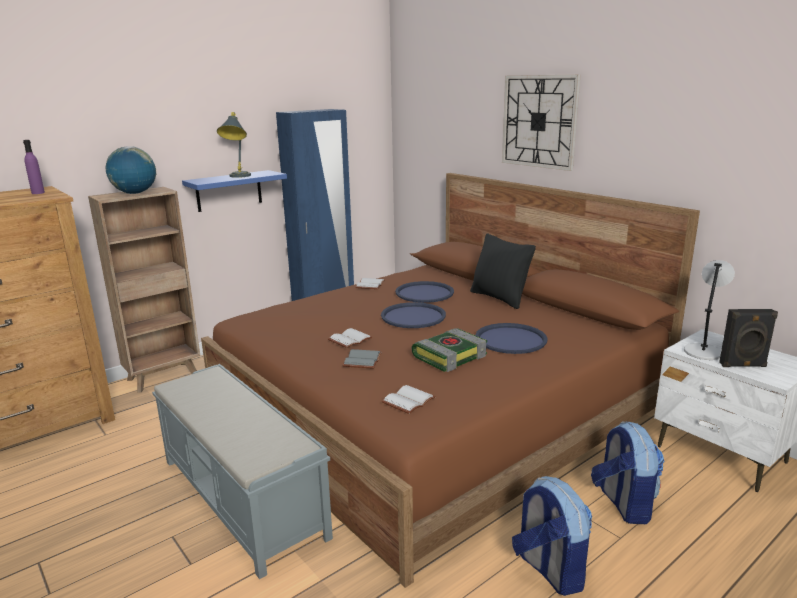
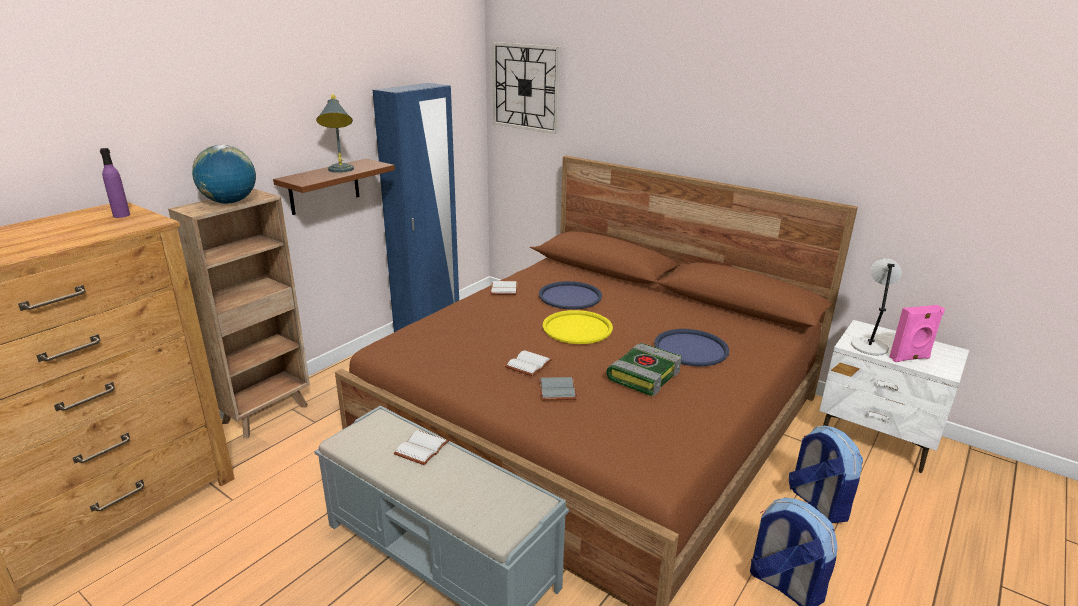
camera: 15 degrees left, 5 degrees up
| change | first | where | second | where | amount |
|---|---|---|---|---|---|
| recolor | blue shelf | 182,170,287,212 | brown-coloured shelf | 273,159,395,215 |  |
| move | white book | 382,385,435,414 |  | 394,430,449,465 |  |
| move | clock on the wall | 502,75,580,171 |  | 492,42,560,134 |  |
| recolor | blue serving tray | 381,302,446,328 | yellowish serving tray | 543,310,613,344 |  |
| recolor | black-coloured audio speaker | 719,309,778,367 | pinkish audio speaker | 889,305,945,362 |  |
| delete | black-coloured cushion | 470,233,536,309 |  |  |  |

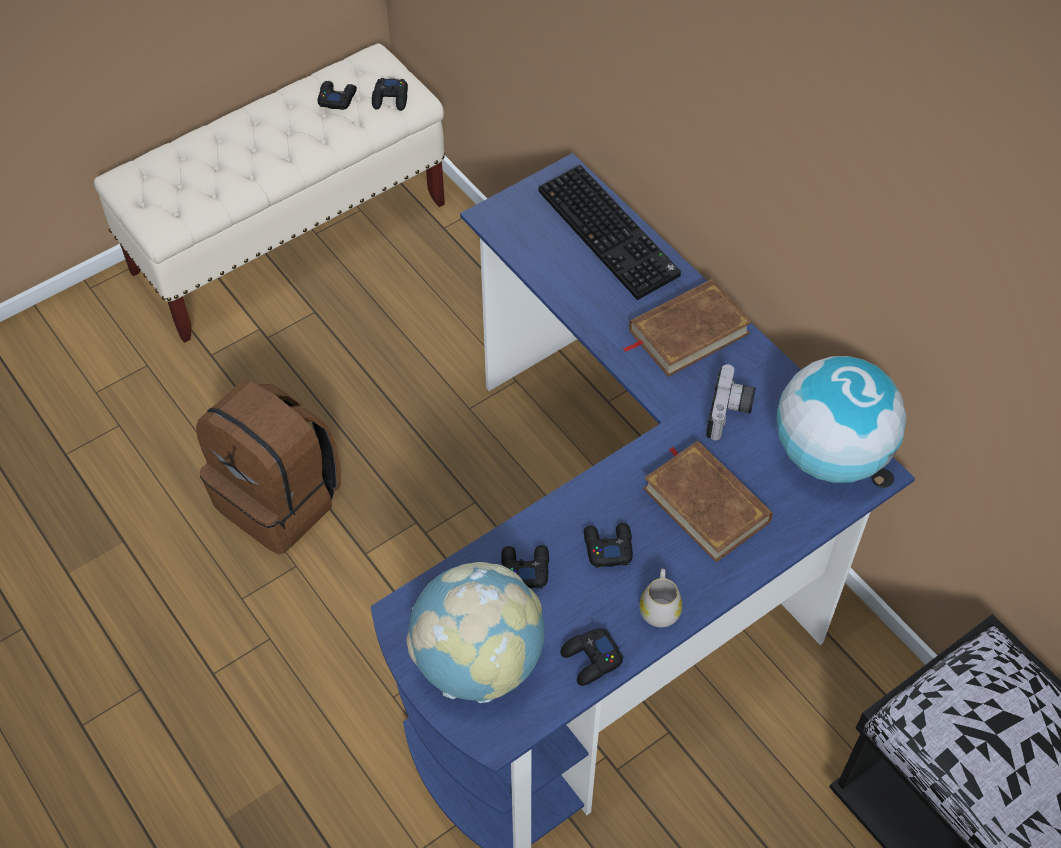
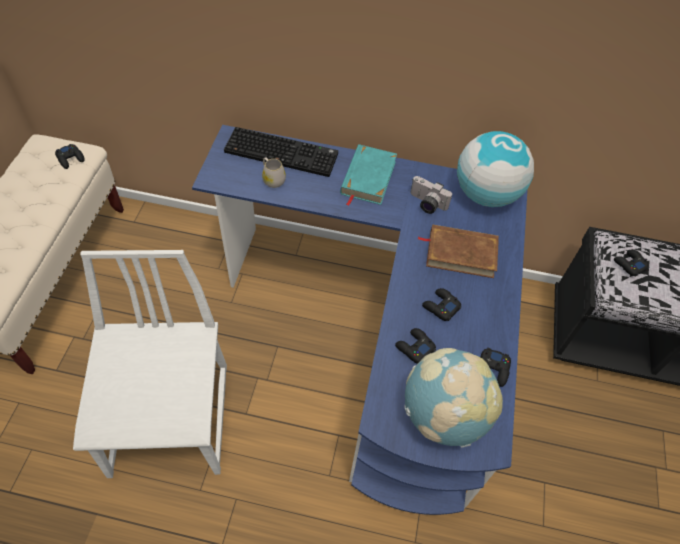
camera: 45 degrees left, 0 degrees up
| change | first | where | second | where | amount |
|---|---|---|---|---|---|
| replace | brown-coloured knapsack | 196,380,341,554 | white chair | 73,250,227,478 |  |
| move | white coffee mug | 639,569,682,627 |  | 262,157,286,188 |  |
| recolor | brown-coloured book | 622,279,752,377 | blue-green book | 340,144,397,206 |  |
| rotate | still camera | 706,364,756,440 |  | 410,176,452,214 | 150 degrees clockwise |
| move | black-coloured joypad | 318,81,357,110 |  | 614,250,650,277 |  |

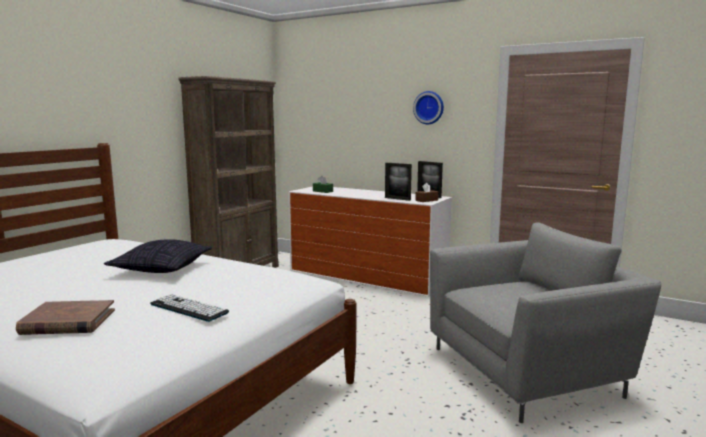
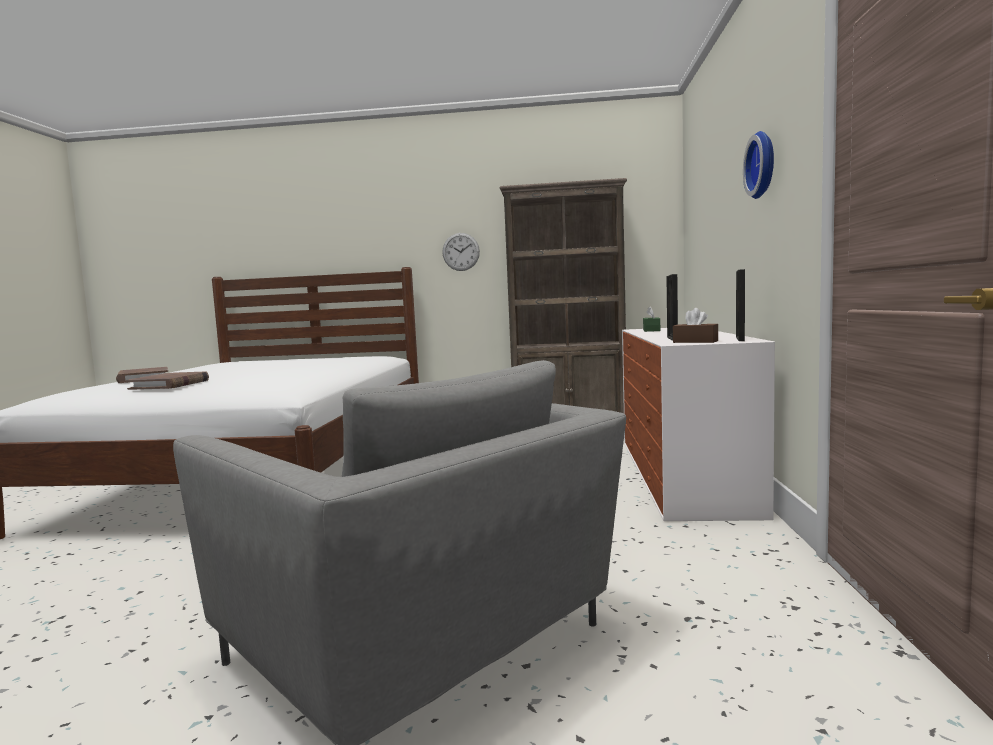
camera: 65 degrees right, 5 degrees down
| change | first | where | second | where | amount |
|---|---|---|---|---|---|
| replace | keyboard | 150,294,229,322 | brown-coloured book | 126,371,209,390 |  |
| insert |  |  | clock on the wall | 442,233,480,271 |  |
| delete | cushion | 104,239,212,273 |  |  |  |

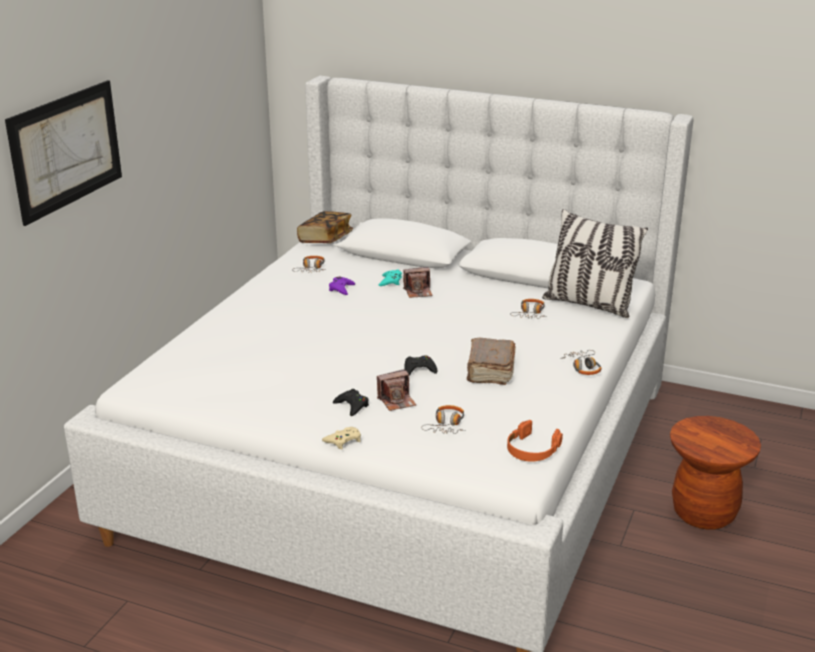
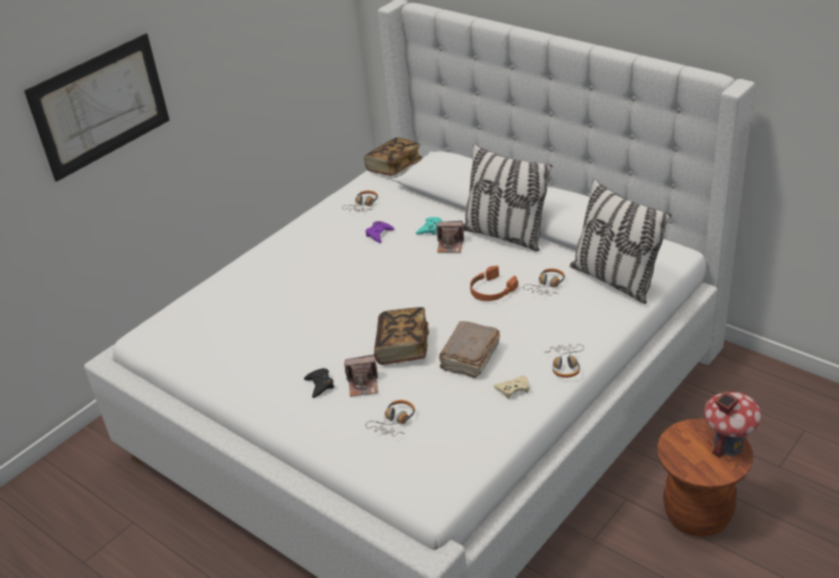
camera: 20 degrees right, 10 degrees up
| change | first | where | second | where | amount |
|---|---|---|---|---|---|
| replace | black-coloured joypad | 404,356,438,376 | book | 374,307,429,365 |  |
| insert |  |  | cushion | 463,144,552,252 |  |
| move | orange-coloured headphones | 507,420,563,462 |  | 470,265,518,301 |  |
| move | beige joypad | 322,427,361,450 |  | 494,376,529,399 |  |
| insert |  |  | miniature house | 704,391,761,458 |  |

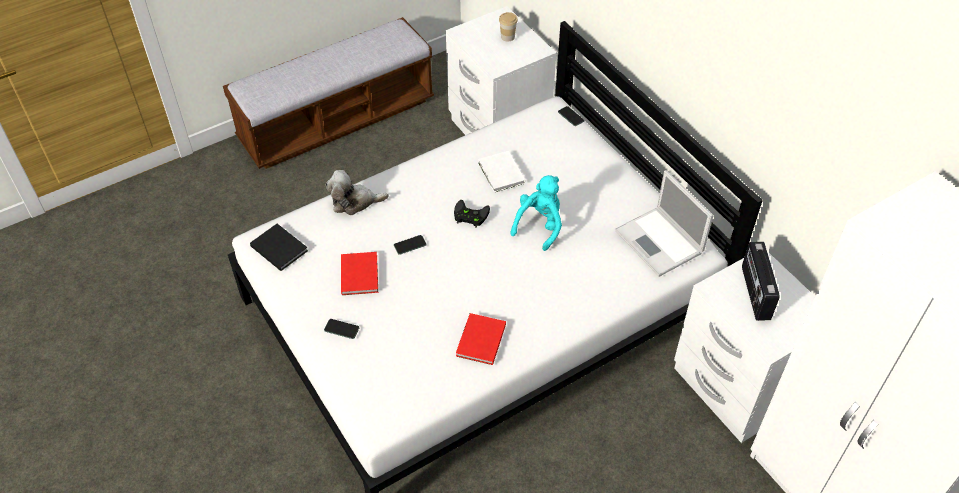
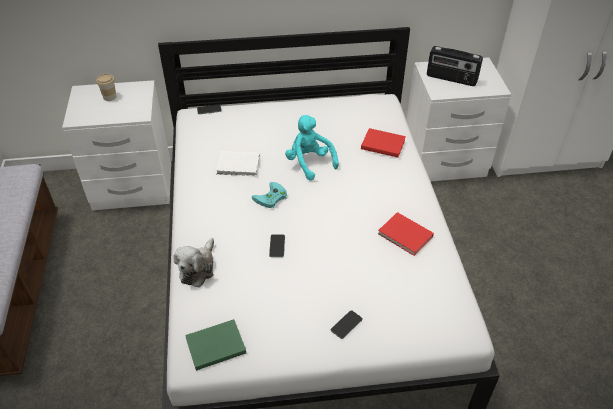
camera: 65 degrees left, 5 degrees down
| change | first | where | second | where | amount |
|---|---|---|---|---|---|
| recolor | black-coloured book | 250,224,308,271 | greenish book | 185,319,246,371 |  |
| recolor | black-coloured joypad | 454,200,490,228 | blue-green joypad | 252,182,287,208 |  |
| move | reddish book | 341,252,378,295 |  | 361,128,406,158 |  |
| delete | portable computer | 615,170,714,277 |  |  |  |

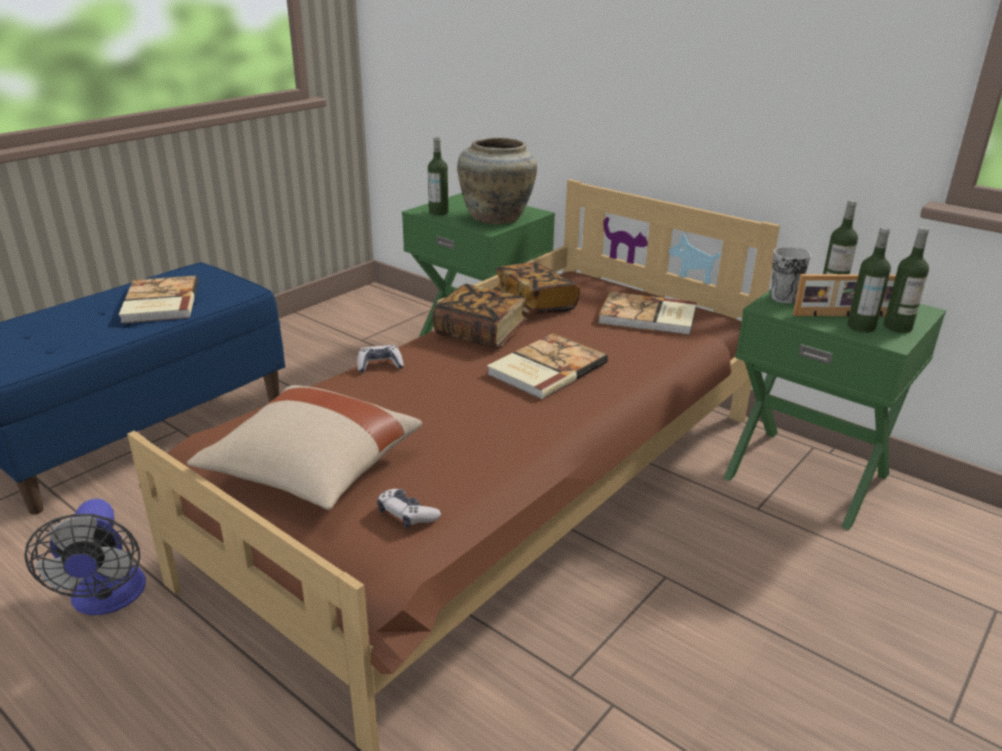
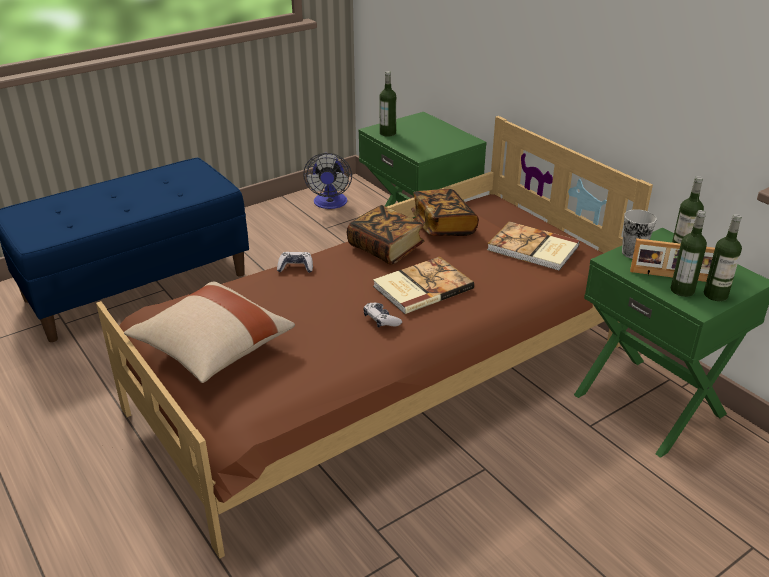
camera: 15 degrees right, 5 degrees up
| change | first | where | second | where | amount |
|---|---|---|---|---|---|
| move | fan | 24,499,146,615 |  | 303,153,352,209 |  |
| move | joypad | 377,489,441,528 |  | 363,303,402,328 |  |
| delete | book | 119,276,198,324 |  |  |  |
| delete | beige flower vase | 457,138,537,224 |  |  |  |

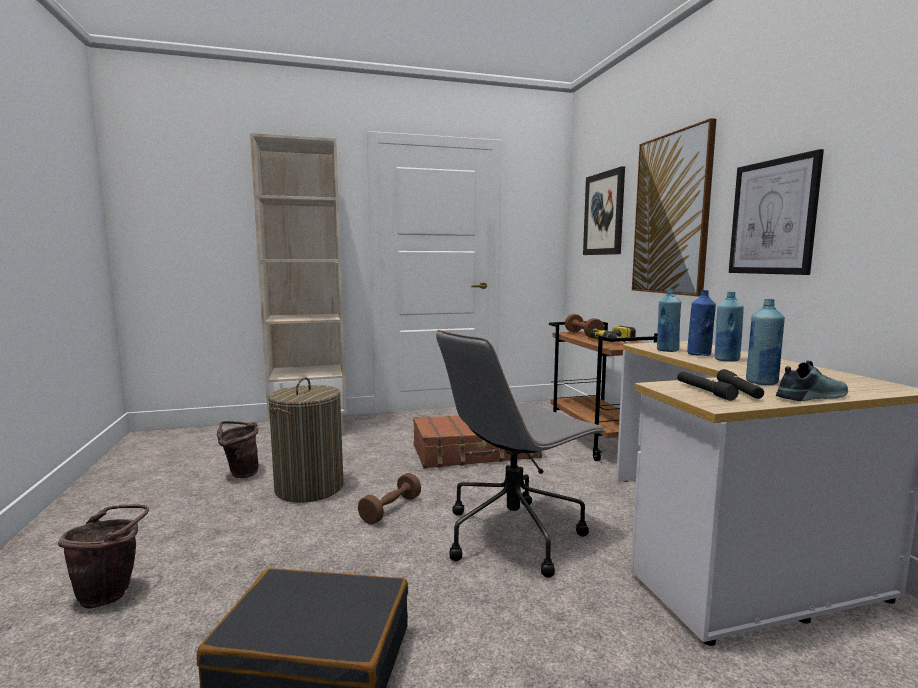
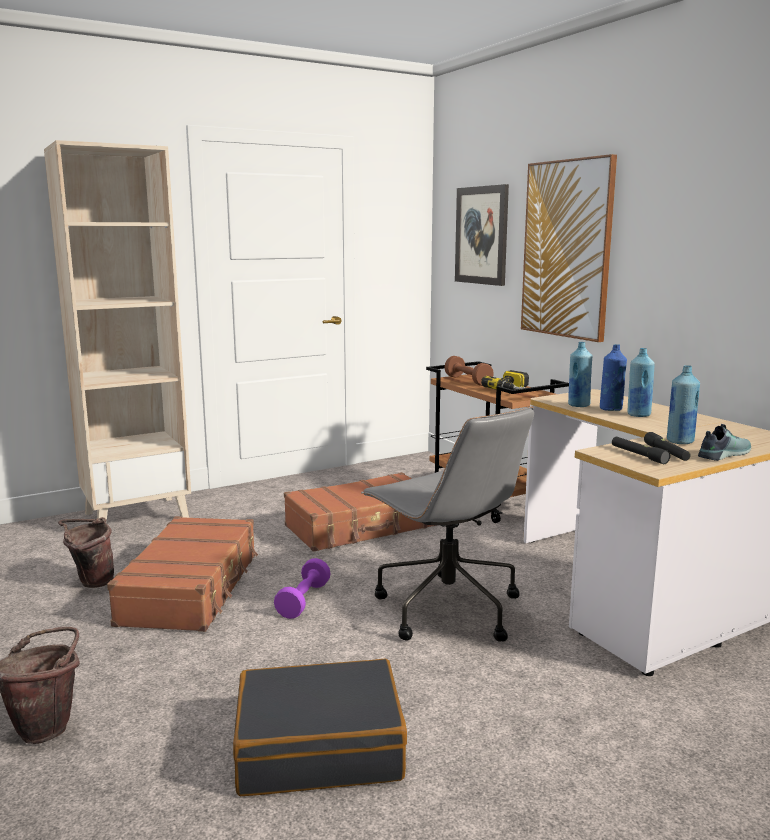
camera: 15 degrees left, 5 degrees up
| change | first | where | second | where | amount |
|---|---|---|---|---|---|
| replace | hamper | 268,377,344,503 | brown-coloured travel case | 107,516,258,632 |  |
| recolor | brown-coloured dumbbell | 358,473,421,525 | purple-coloured dumbbell | 274,558,331,619 |  |
| rotate | grey computer chair | 436,330,606,578 |  | 361,407,534,642 | 75 degrees counterclockwise |
| delete | wall picture | 729,149,824,275 |  |  |  |

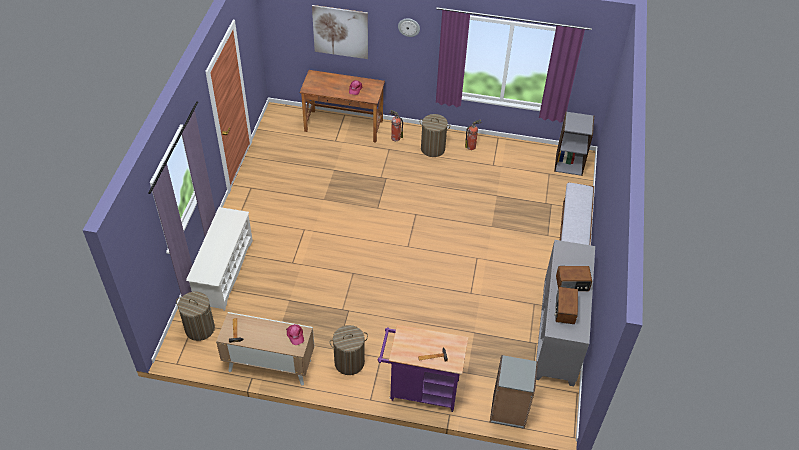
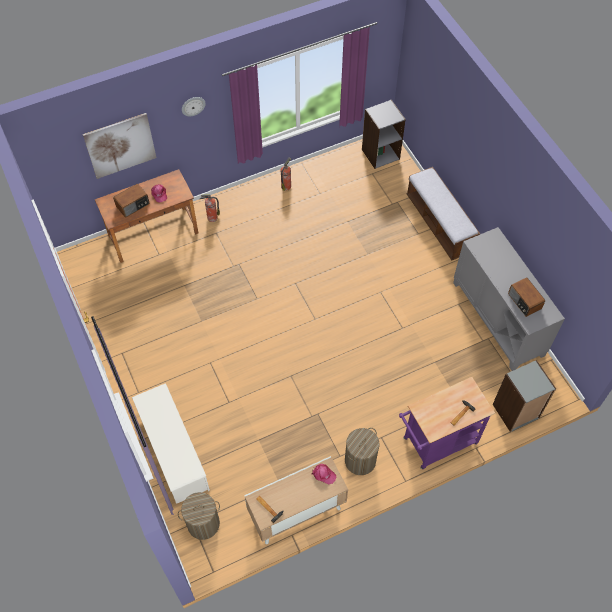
camera: 35 degrees left, 10 degrees up
| change | first | where | second | where | amount |
|---|---|---|---|---|---|
| move | radio receiver | 556,266,592,291 |  | 113,184,149,218 |  |
| delete | hamper | 420,114,450,157 |  |  |  |

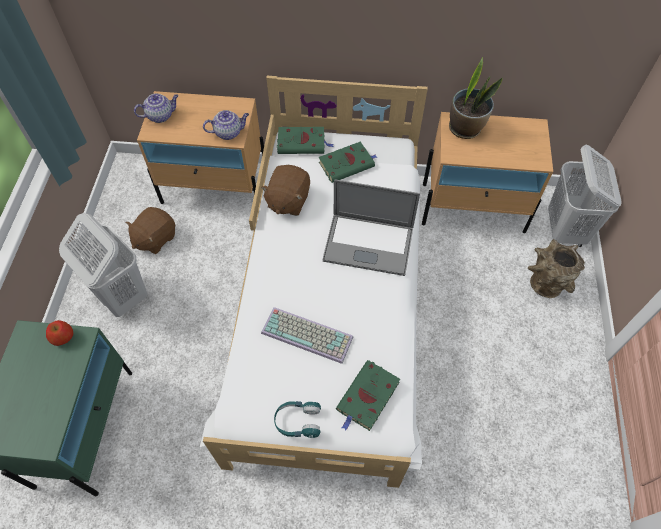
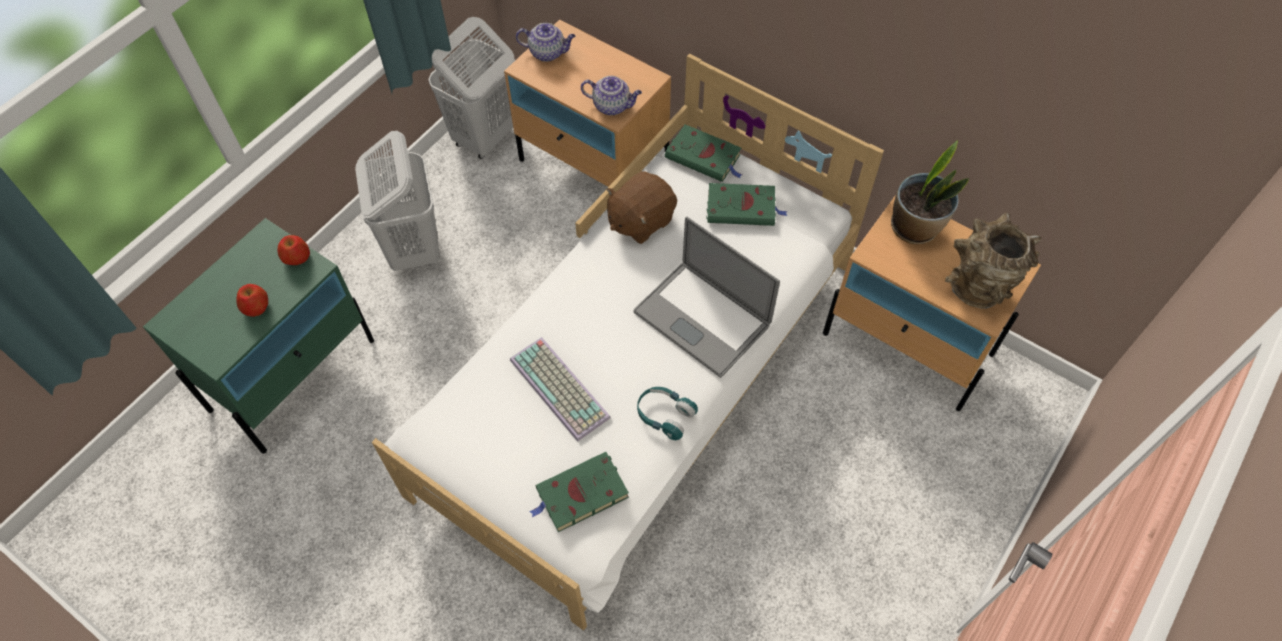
camera: 30 degrees right, 0 degrees up
| change | first | where | second | where | amount |
|---|---|---|---|---|---|
| insert |  |  | apple fruit | 236,284,268,317 |  |
| move | white hamper | 548,144,622,247 |  | 428,17,515,159 |  |
| move | blue-green headphones | 274,401,321,438 |  | 637,387,698,440 |  |
| move | brown-coloured flower vase | 528,239,585,298 |  | 945,213,1041,309 |  |
| delete | brown-coloured plush toy | 125,207,175,254 |  |  |  |

